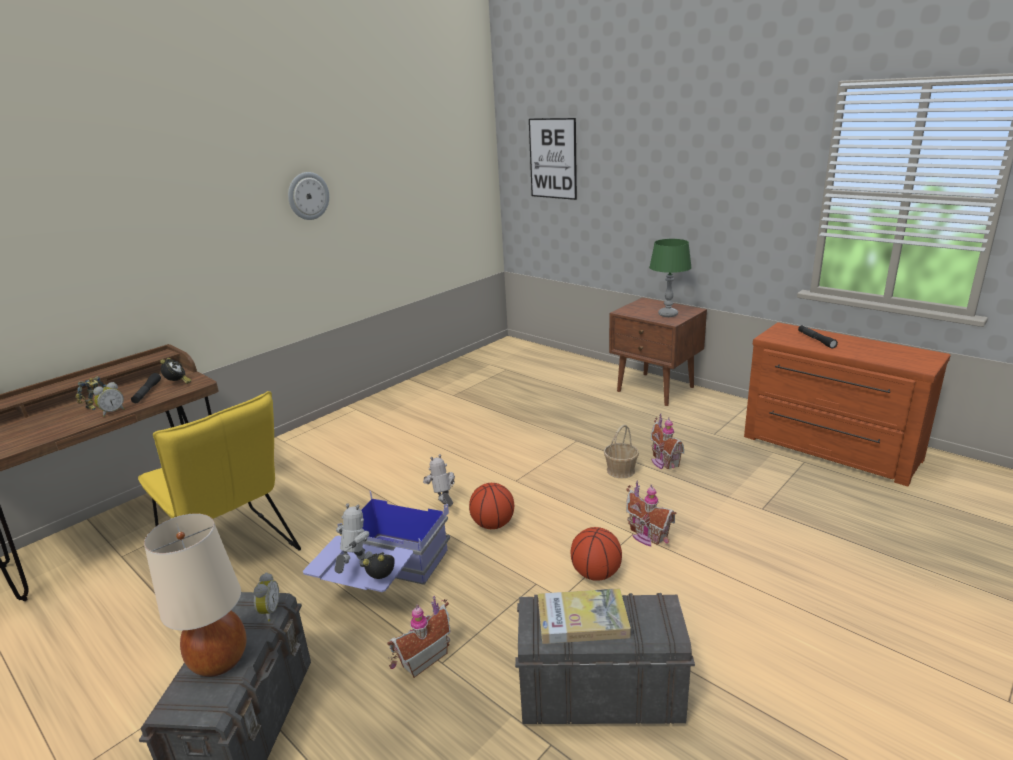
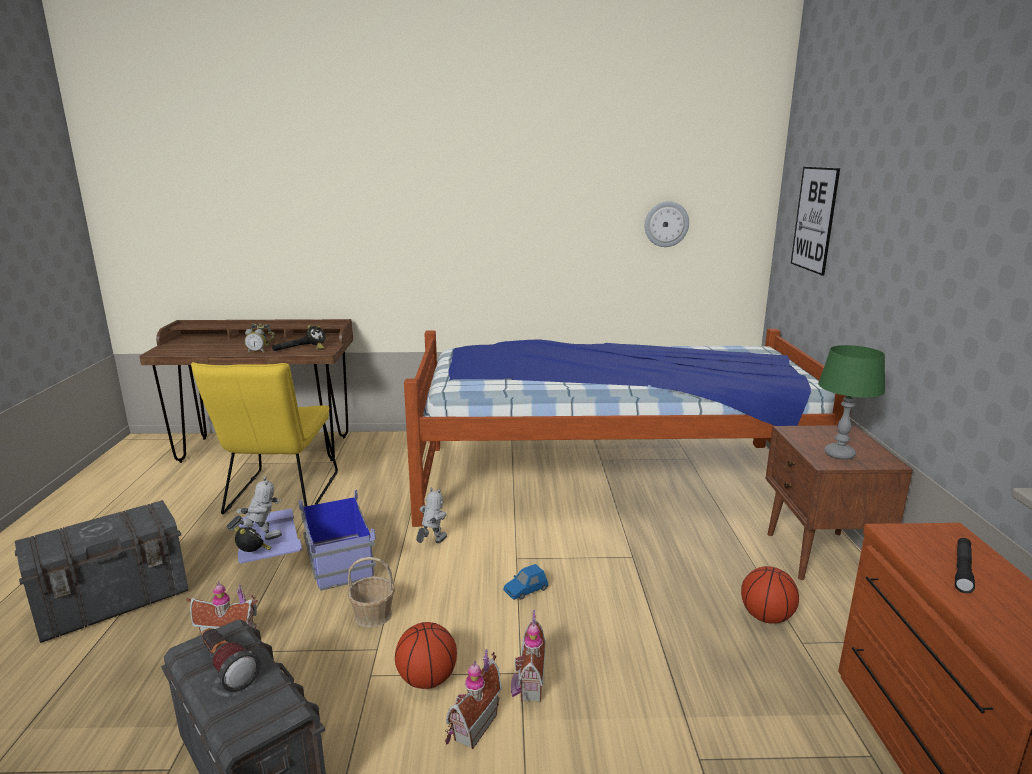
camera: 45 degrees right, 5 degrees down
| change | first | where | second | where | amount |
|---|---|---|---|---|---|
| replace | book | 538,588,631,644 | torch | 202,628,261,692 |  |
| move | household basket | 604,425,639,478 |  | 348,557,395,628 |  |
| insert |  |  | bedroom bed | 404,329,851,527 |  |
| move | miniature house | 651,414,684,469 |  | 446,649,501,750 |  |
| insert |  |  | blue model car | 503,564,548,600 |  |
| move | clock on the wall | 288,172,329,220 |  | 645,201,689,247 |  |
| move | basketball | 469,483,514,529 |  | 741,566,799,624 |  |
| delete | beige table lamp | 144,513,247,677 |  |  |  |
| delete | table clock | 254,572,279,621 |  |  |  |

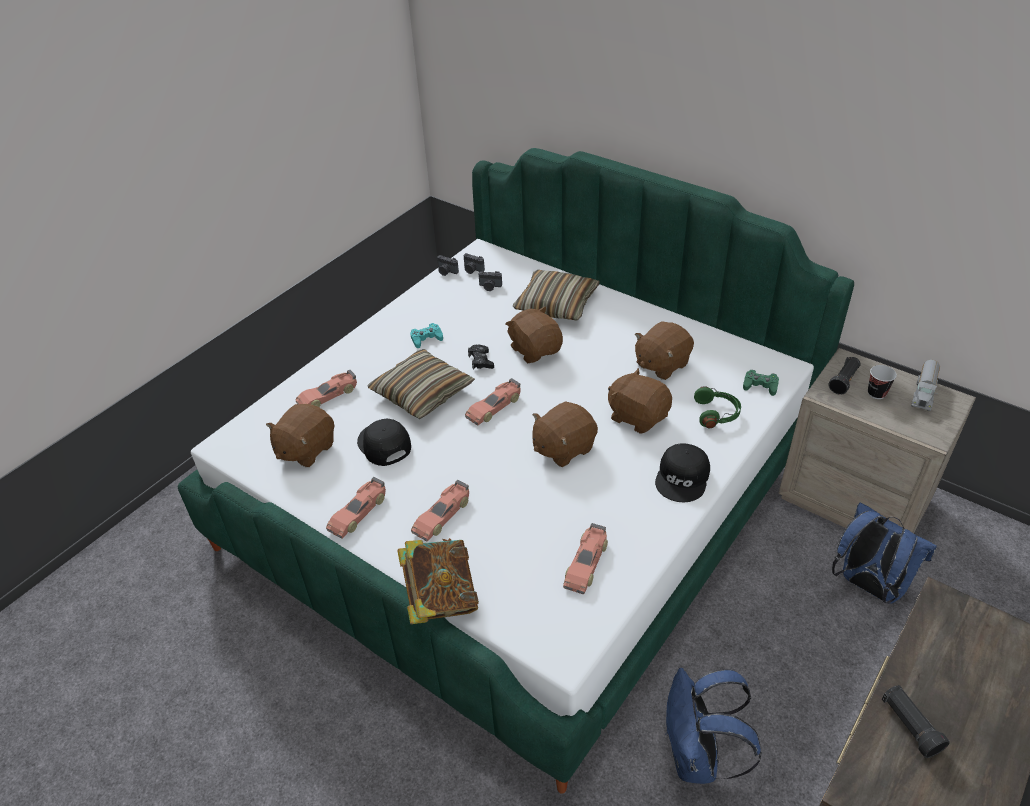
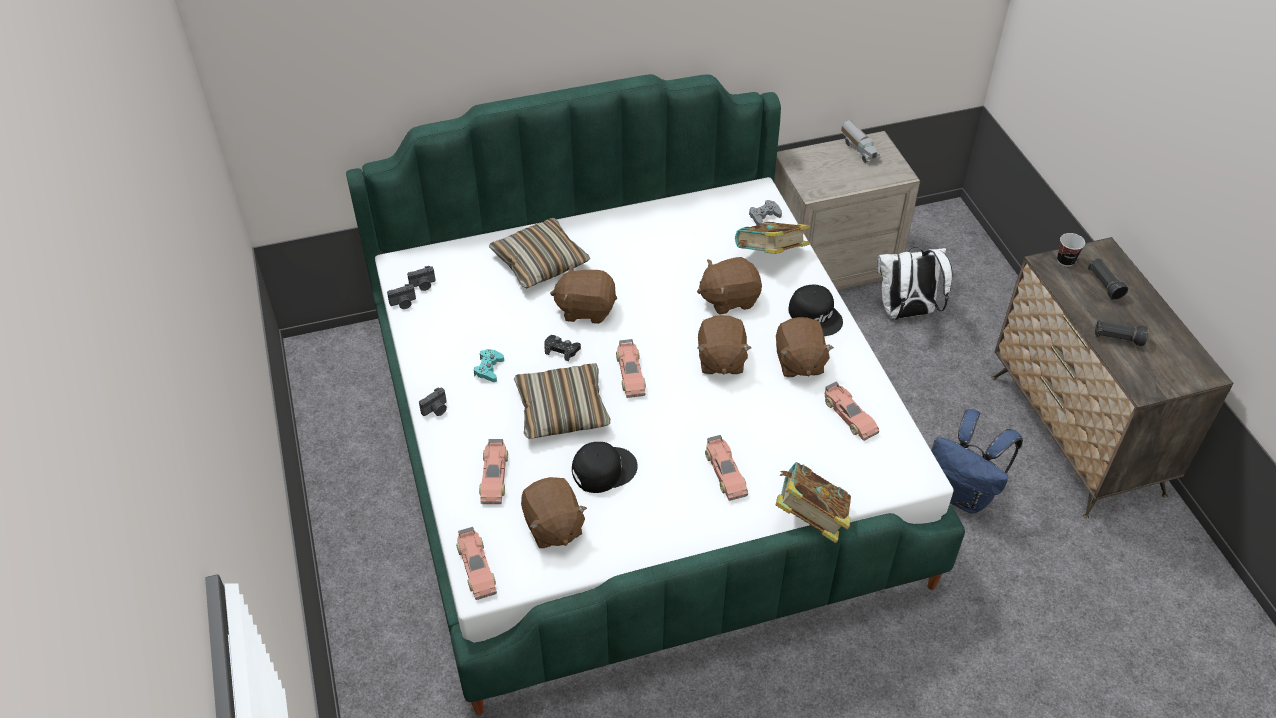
camera: 55 degrees left, 5 degrees up
| change | first | where | second | where | amount |
|---|---|---|---|---|---|
| move | still camera | 479,271,502,291 |  | 419,388,447,416 |  |
| move | model car | 326,477,386,539 |  | 456,527,497,600 |  |
| rotate | black-coloured baseball cap | 357,419,411,466 |  | 572,442,638,493 | 150 degrees clockwise |
| replace | greenish headphones | 694,386,741,428 | book | 735,222,810,254 |  |
| recolor | greenish joypad | 743,370,779,396 | grey joypad | 749,200,782,225 |  |
| move | brown-coloured plush toy | 635,321,694,380 |  | 776,317,834,377 |  |
| recolor | blue knapsack | 832,503,937,604 | white knapsack | 877,247,953,320 |  |
| move | cup | 868,365,897,399 |  | 1057,233,1085,267 |  |
| move | black-coloured torch | 828,357,861,395 |  | 1088,258,1128,300 |  |

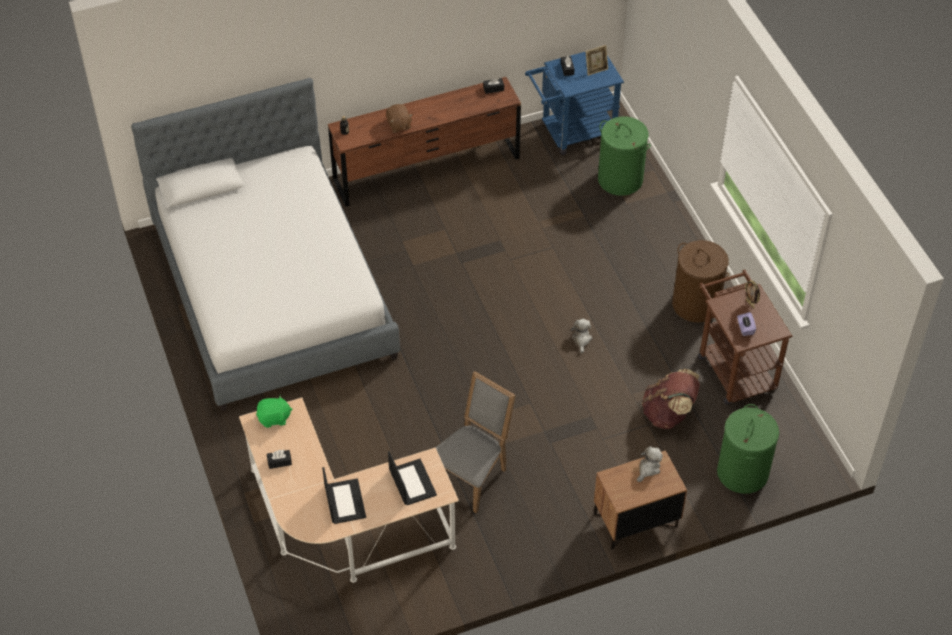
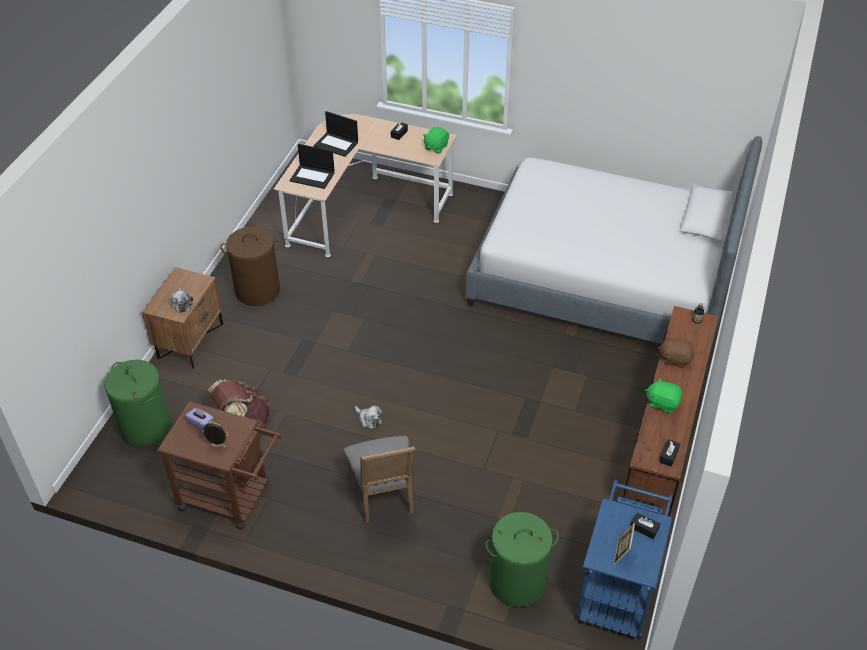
camera: 130 degrees right, 5 degrees down
| change | first | where | second | where | amount |
|---|---|---|---|---|---|
| move | brown-coloured hamper | 672,240,730,323 |  | 220,227,280,306 |  |
| move | grey chair | 436,371,516,513 |  | 344,436,416,523 |  |
| insert |  |  | greenish plush toy | 645,377,682,413 |  |

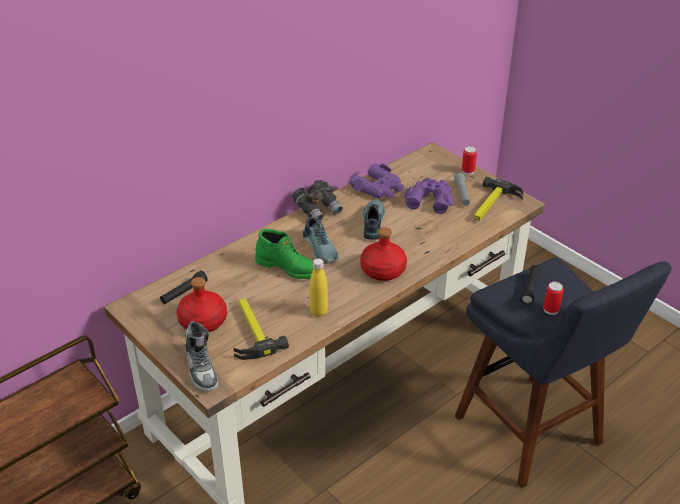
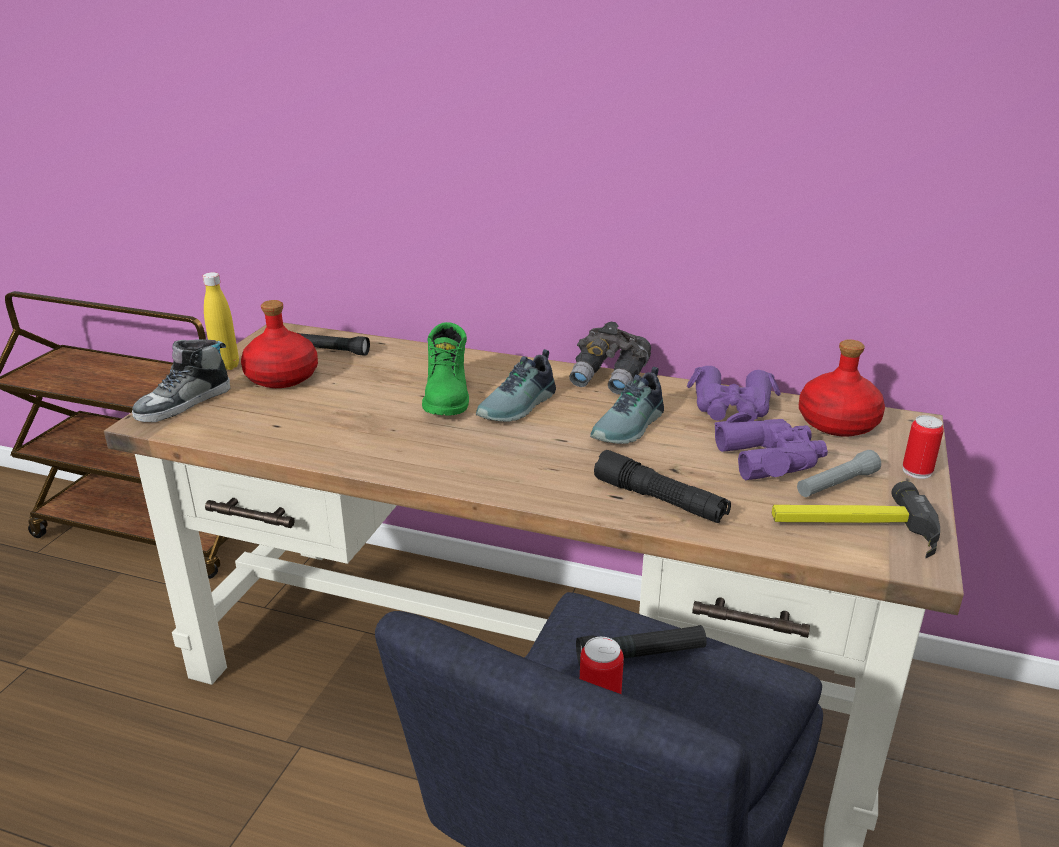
camera: 60 degrees right, 10 degrees down
| change | first | where | second | where | amount |
|---|---|---|---|---|---|
| move | yellowish bottle | 310,258,328,317 |  | 203,272,239,370 |  |
| rotate | shoe | 362,199,385,240 |  | 590,367,664,444 | 150 degrees clockwise |
| insert |  |  | black-coloured torch | 594,450,731,523 |  |
| move | reddish bottle | 360,227,407,281 |  | 799,340,885,437 |  |
| delete | tool hammer | 233,298,289,360 |  |  |  |

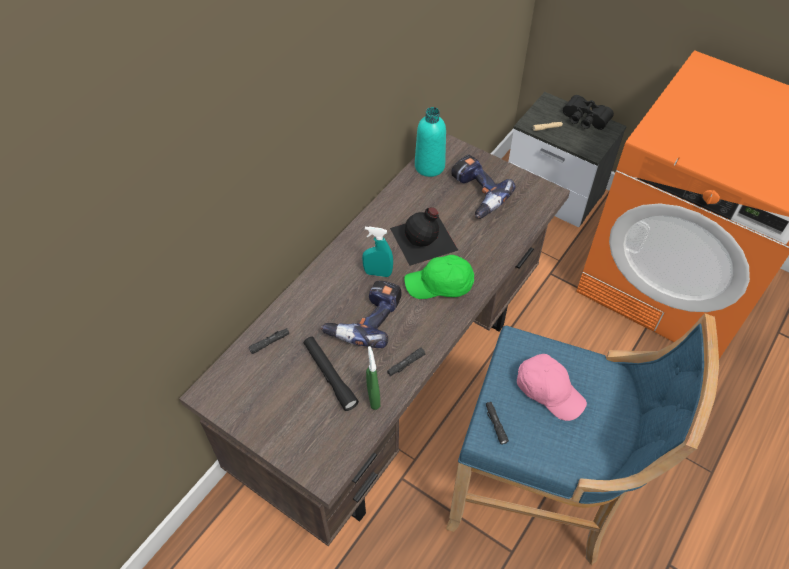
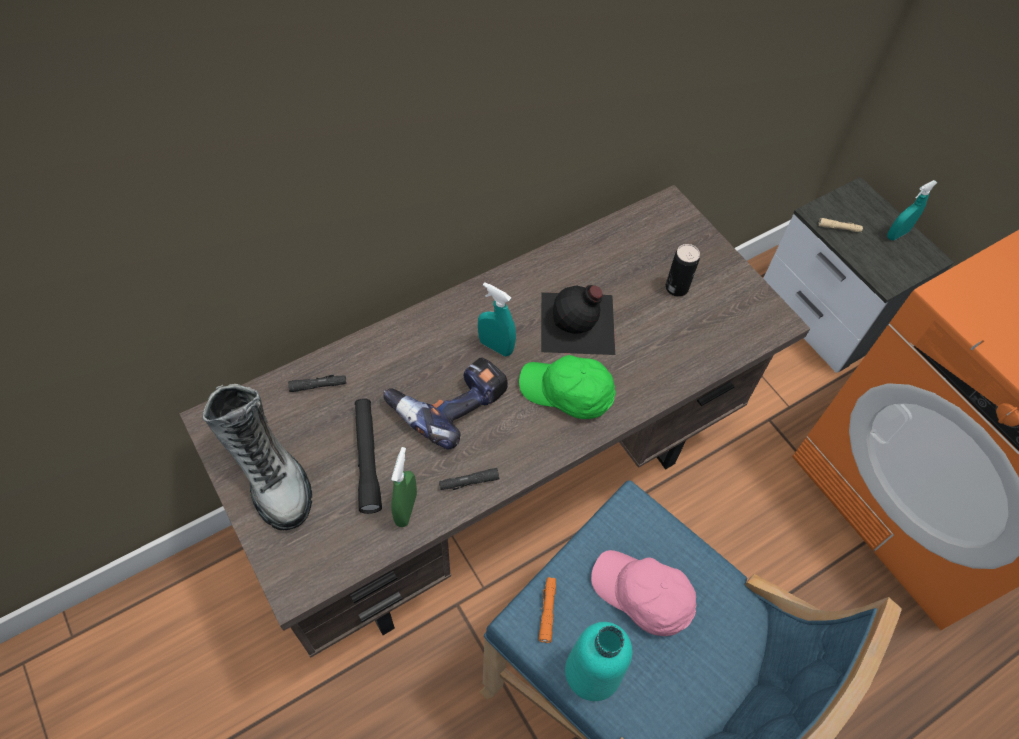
camera: 20 degrees right, 5 degrees up
| change | first | where | second | where | amount |
|---|---|---|---|---|---|
| insert |  |  | tall boot | 202,384,312,530 |  |
| recolor | black-coloured torch | 486,402,509,445 | orange-coloured torch | 539,577,556,643 |  |
| move | blue-green bottle | 415,107,446,177 |  | 565,622,632,701 |  |
| rotate | pinkish baseball cap | 517,354,587,421 |  | 591,550,696,636 | 150 degrees clockwise |
| replace | drill | 451,154,516,219 | metal can | 665,244,700,297 |  |
| replace | black-coloured binoculars | 563,95,614,130 | blue-green hand sprayer | 887,180,937,240 |  |

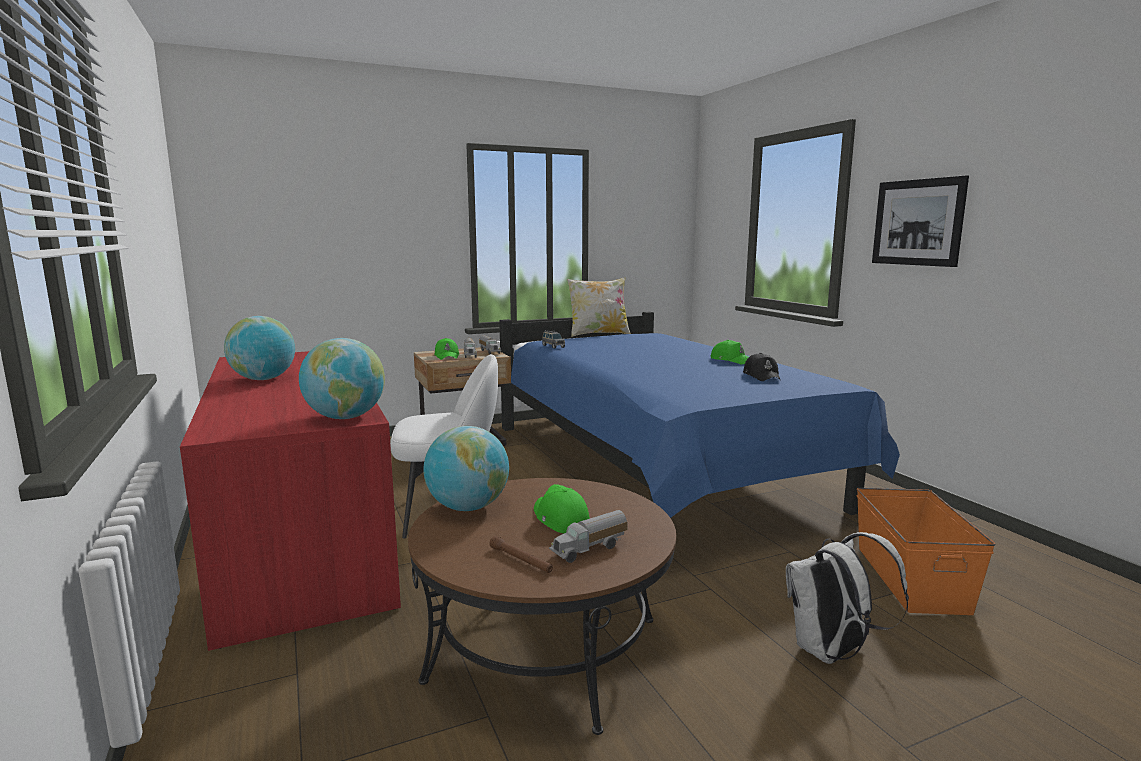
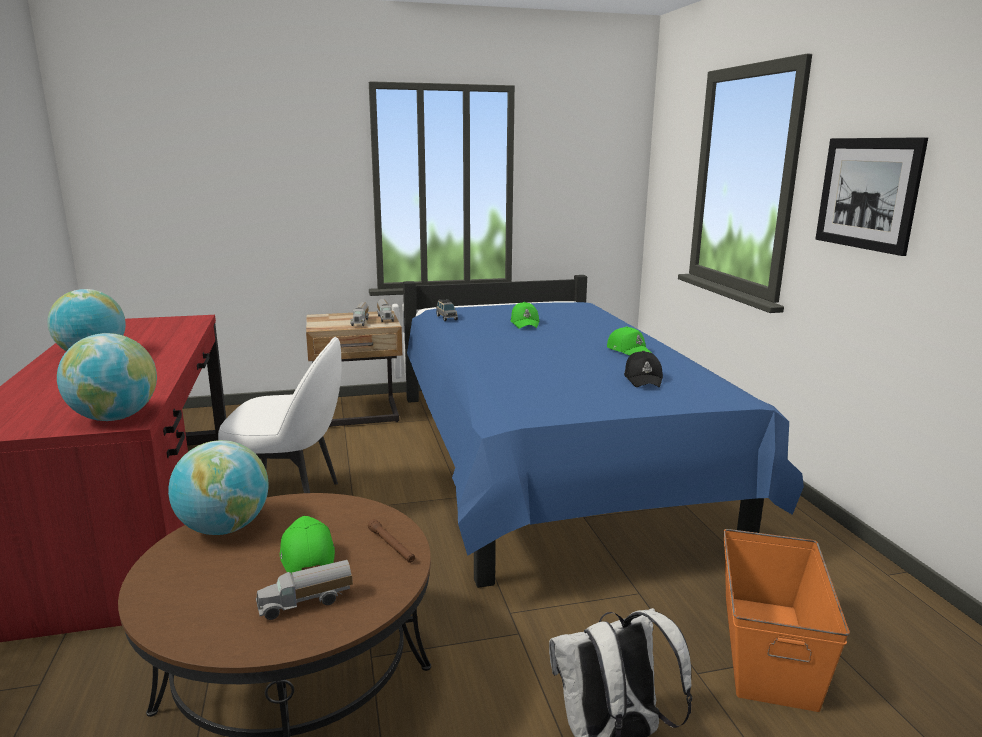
camera: 10 degrees right, 5 degrees up
| change | first | where | second | where | amount |
|---|---|---|---|---|---|
| move | brown-coloured torch | 489,536,553,573 |  | 368,519,415,563 |  |
| move | greenish baseball cap | 434,338,459,360 |  | 511,302,540,328 |  |
| delete | cushion | 567,277,631,337 |  |  |  |

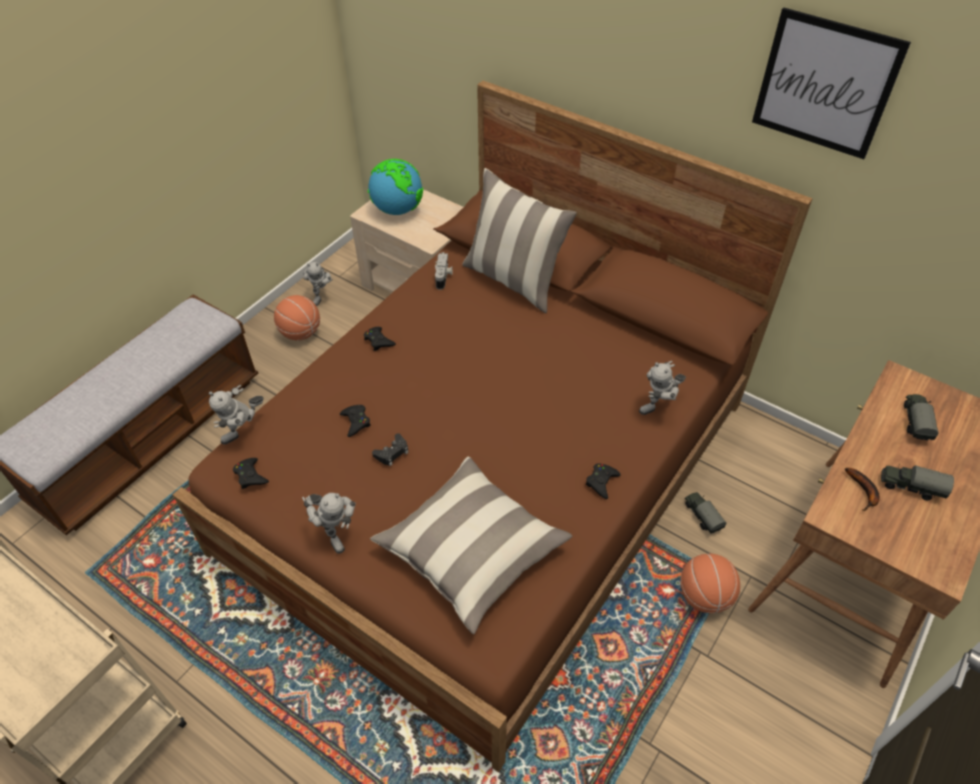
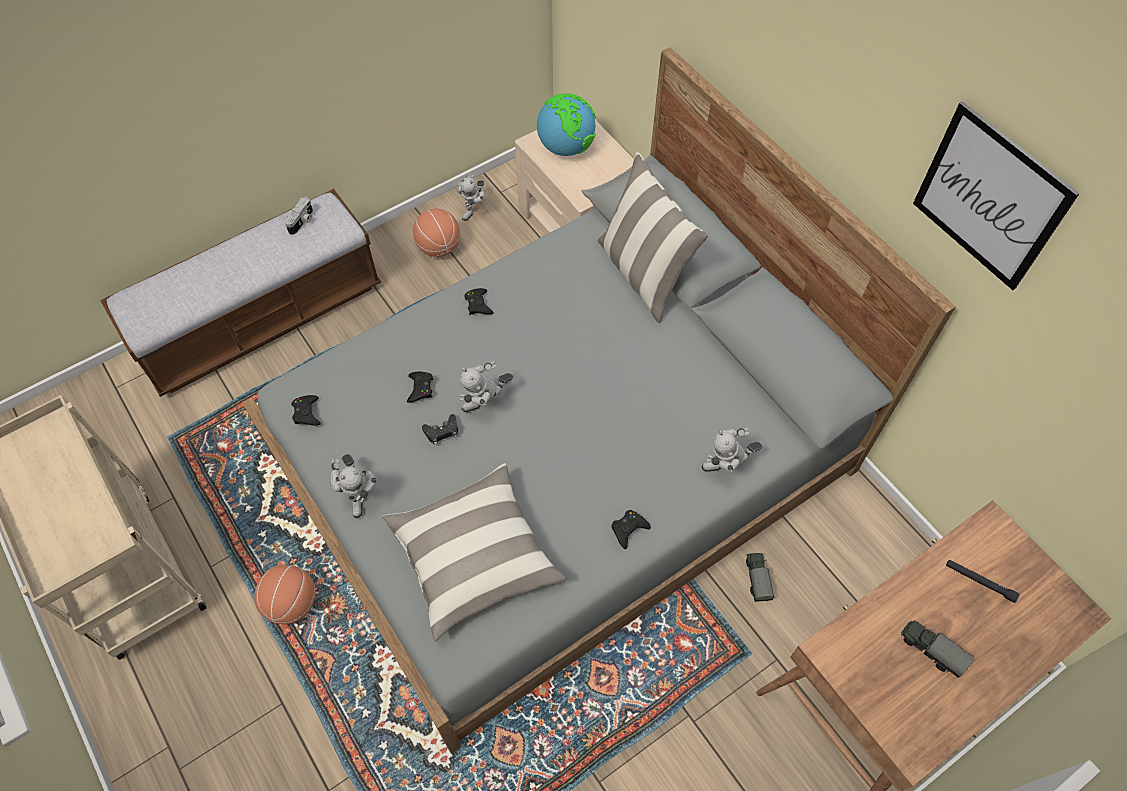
camera: 20 degrees right, 10 degrees up
| change | first | where | second | where | amount |
|---|---|---|---|---|---|
| recolor | brown-coloured bedroom bed | 173,81,812,772 | grey bedroom bed | 242,47,956,754 |  |
| move | basketball | 680,554,740,613 |  | 254,565,316,625 |  |
| move | still camera | 435,252,453,290 |  | 285,197,313,235 |  |
| move | robot figure | 209,385,264,444 |  | 459,361,513,412 |  |
| replace | toy truck | 904,394,939,441 | black-coloured torch | 946,560,1019,603 |  |
| delete | banana fruit | 845,468,880,511 |  |  |  |

